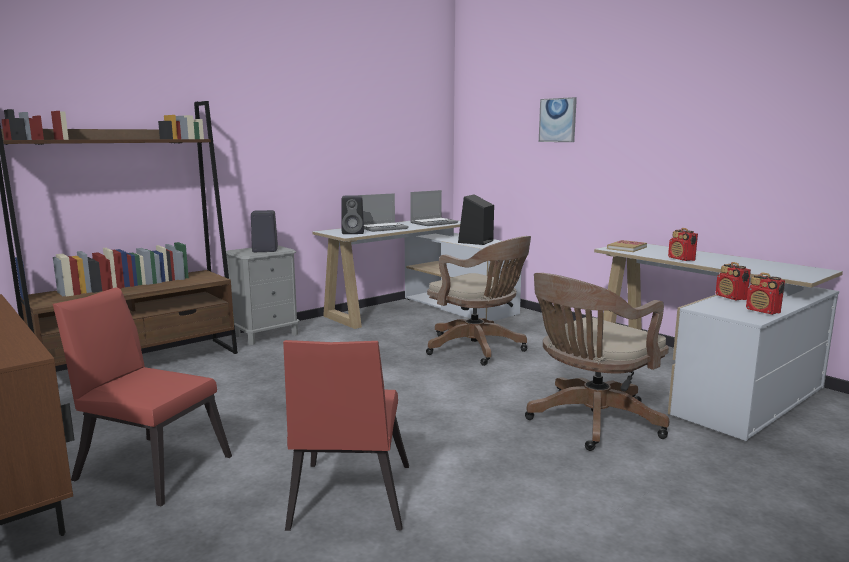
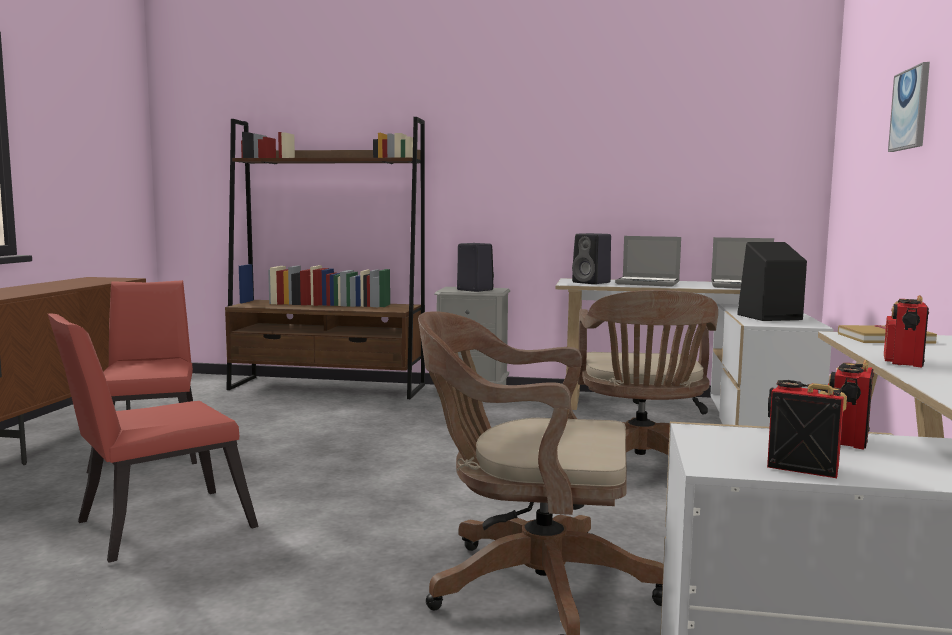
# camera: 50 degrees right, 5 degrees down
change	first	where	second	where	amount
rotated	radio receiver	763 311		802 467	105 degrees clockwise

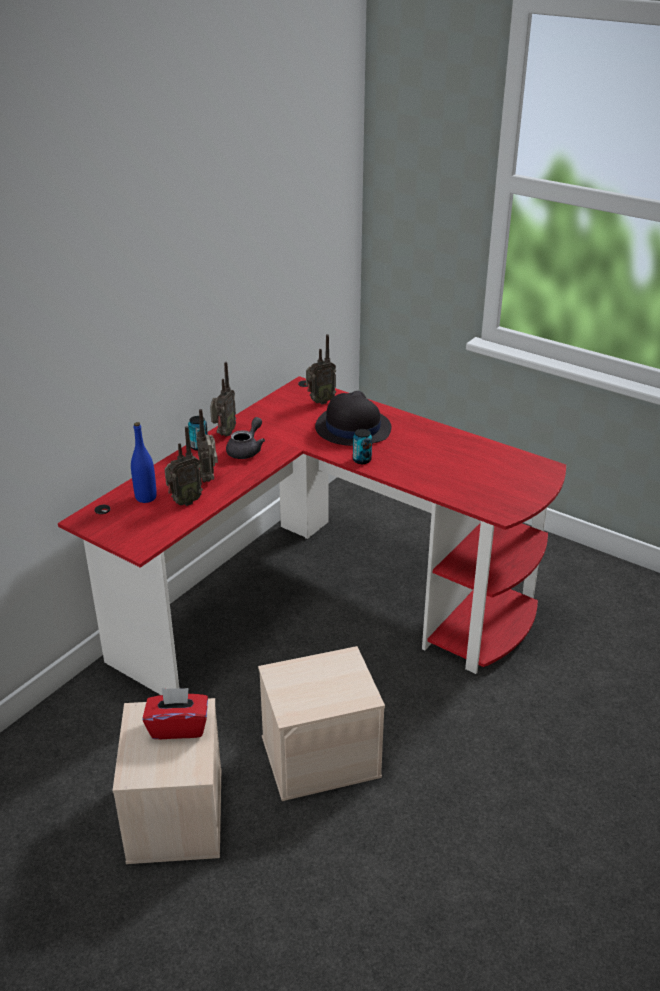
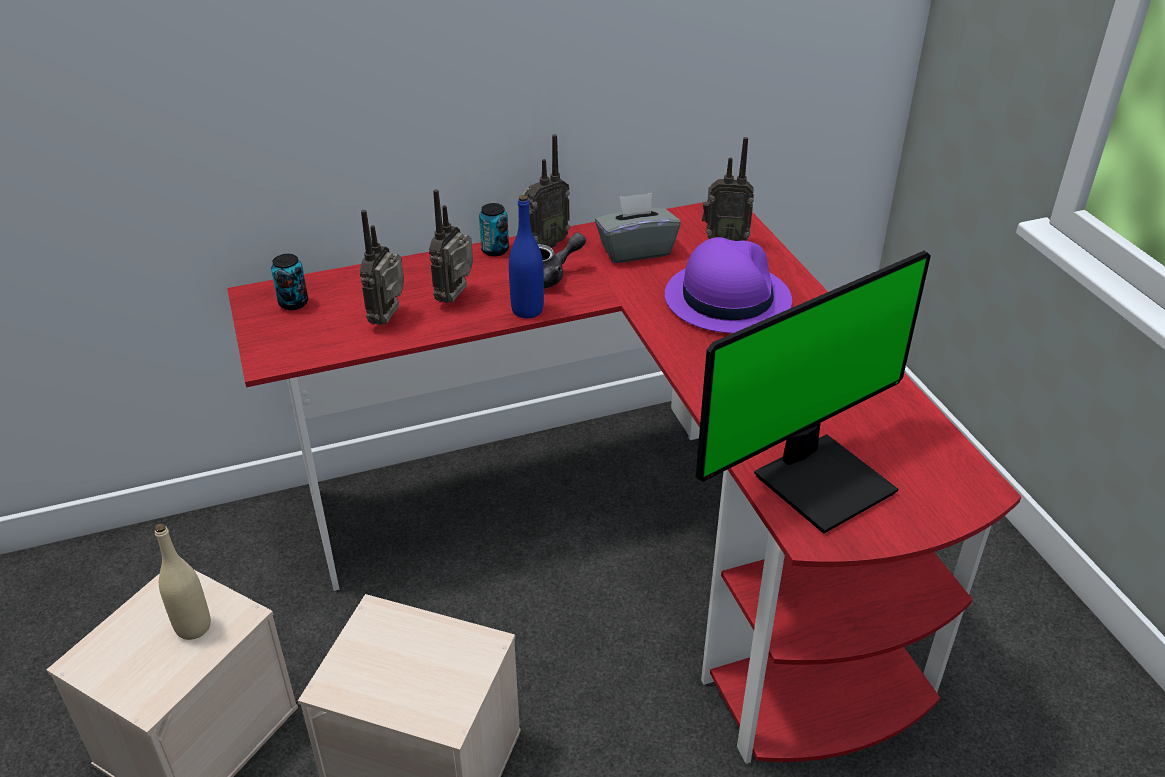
# camera: 35 degrees right, 5 degrees up
change	first	where	second	where	amount
swapped	red-coloured box of tissues	178 727	beige bottle	193 627	
shifted	metal can	362 460		293 303	
rotated	radio receiver	184 502		389 319	105 degrees clockwise
shifted	blue bottle	146 497		527 310	
new			greyish box of tissues	635 250	
repainted	black-coloured hat	352 428	purple hat	726 298	
new			computer display	821 480	

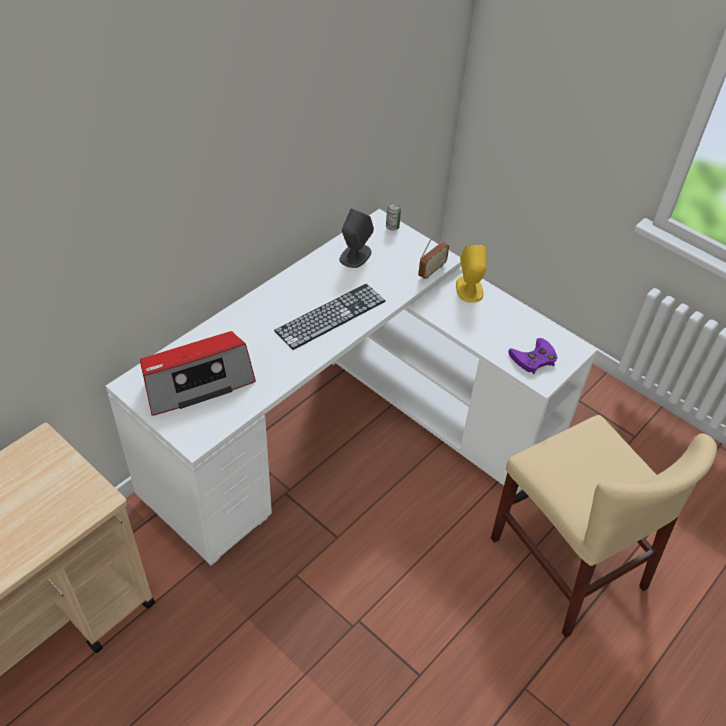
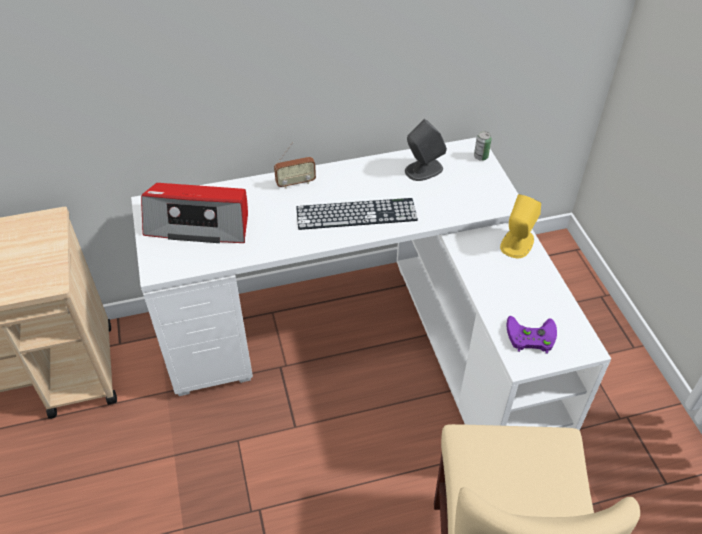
# camera: 35 degrees right, 0 degrees up
change	first	where	second	where	amount
shifted	radio receiver	431 271		295 183	

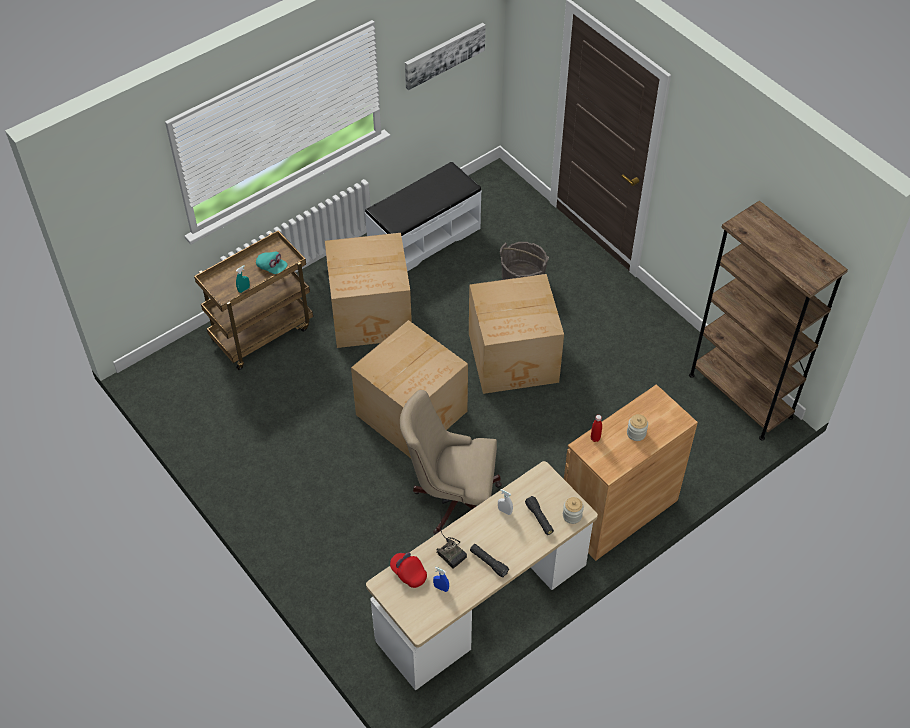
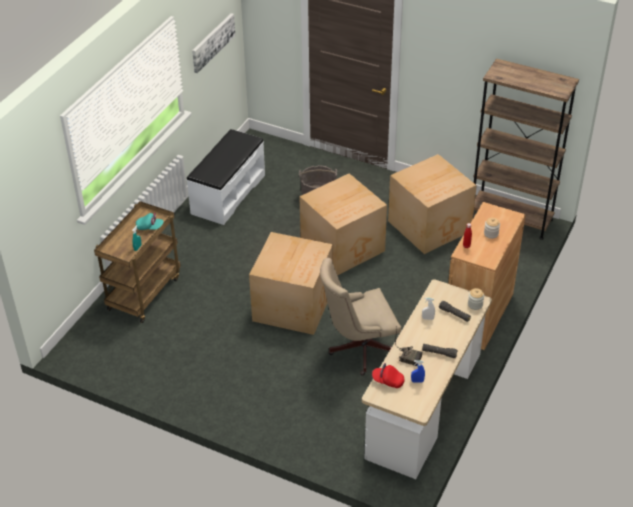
# camera: 25 degrees left, 10 degrees down
change	first	where	second	where	amount
shifted	carton	372 315		430 226	

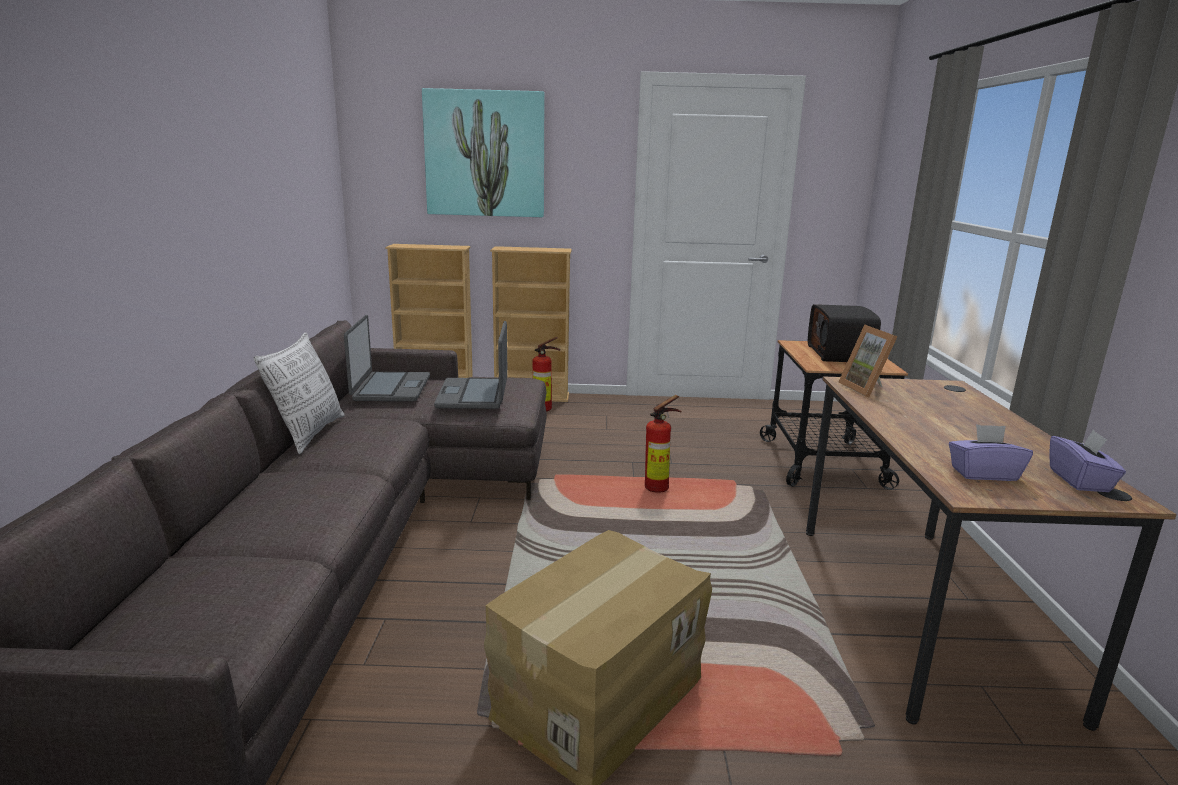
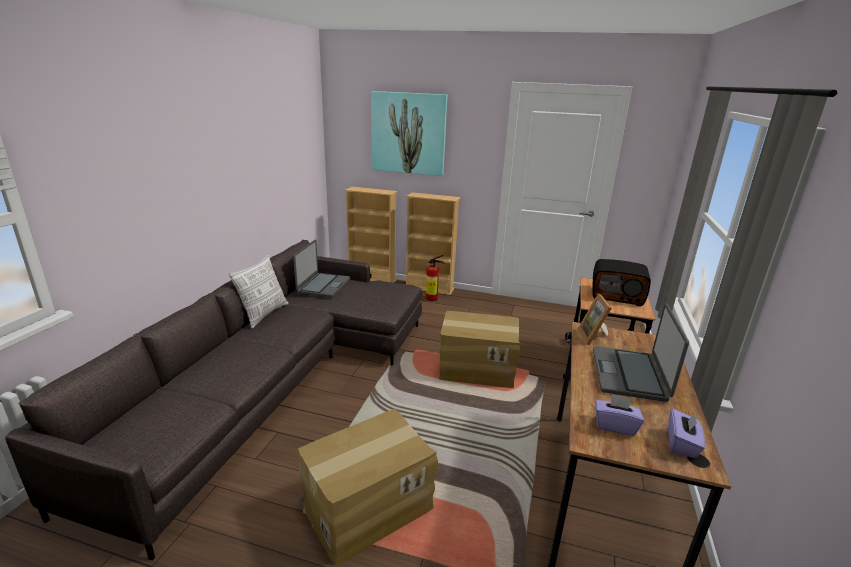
# camera: 15 degrees right, 5 degrees up
change	first	where	second	where	amount
swapped	fire extinguisher	660 488	carton	477 369	
rotated	radio receiver	840 354		617 295	90 degrees counterclockwise
shifted	portable computer	474 395		629 374	

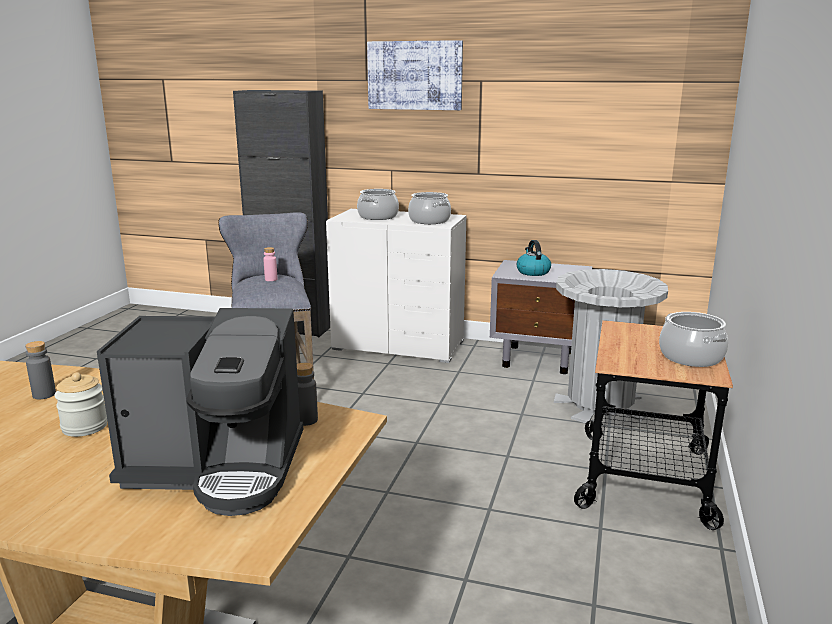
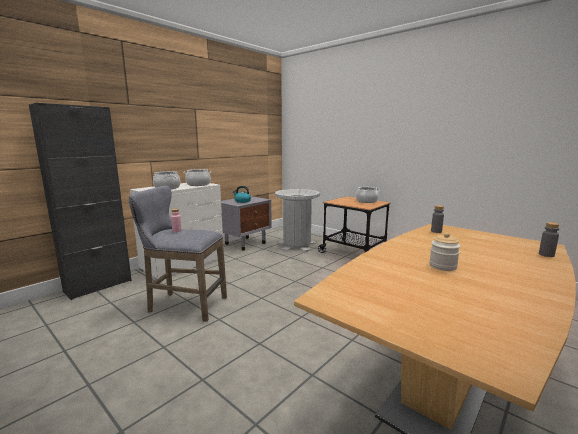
# camera: 65 degrees left, 5 degrees down
change	first	where	second	where	amount
shifted	greyish bottle	44 395		546 255	
gone	coffee machine	218 468			
gone	wall picture	415 75			

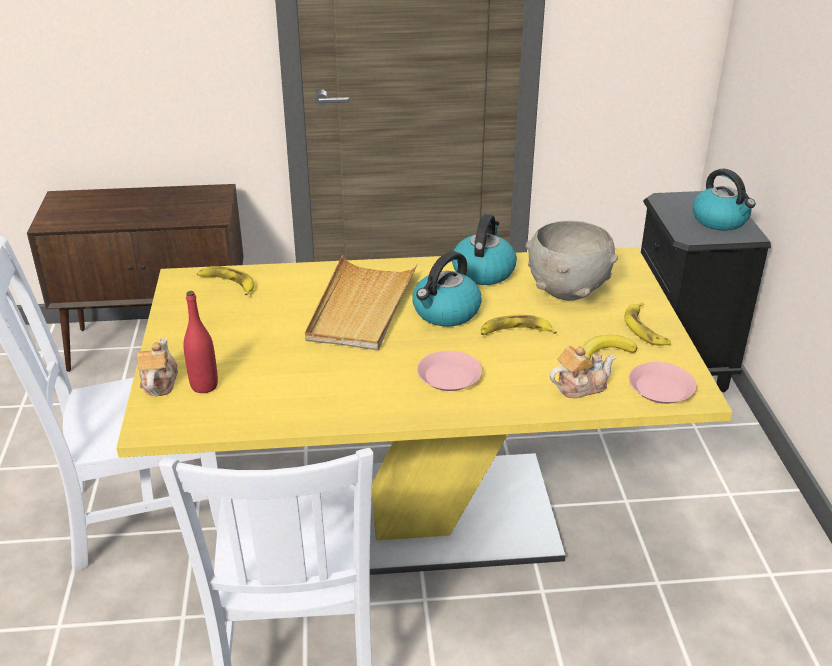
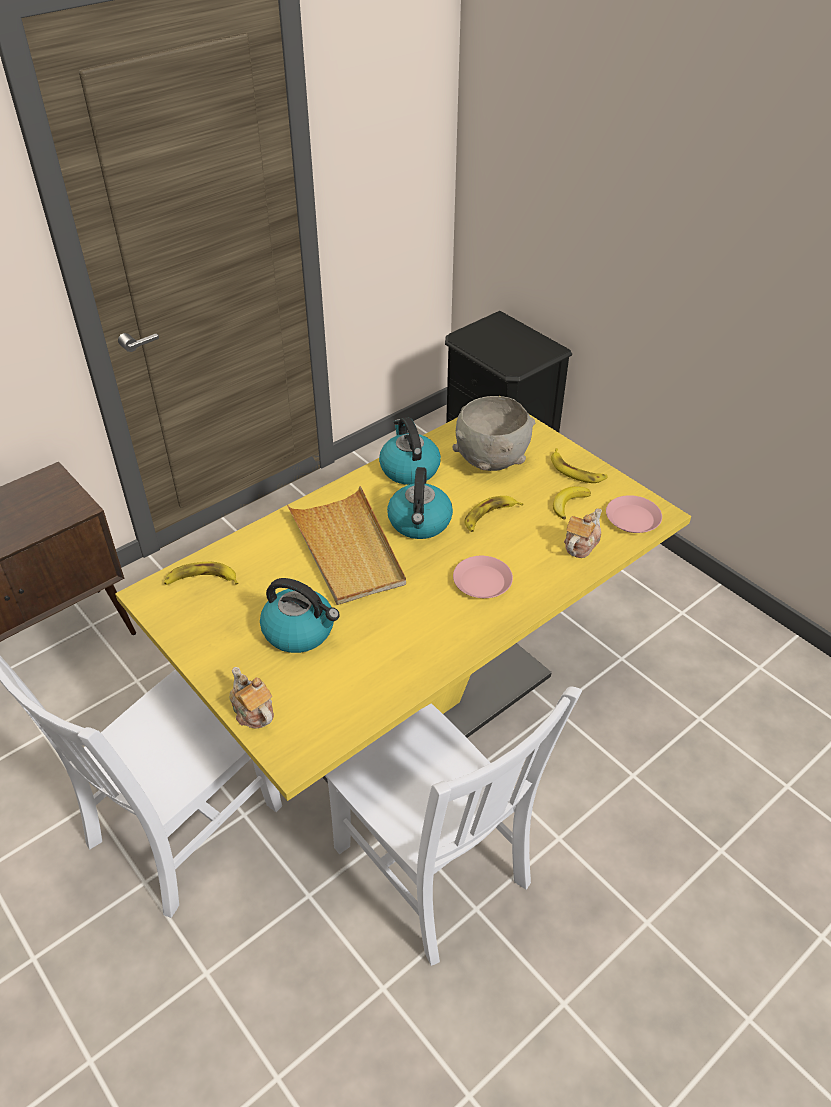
# camera: 35 degrees left, 10 degrees up
change	first	where	second	where	amount
shifted	tea kettle	720 220		300 631	
gone	red-coloured bottle	204 386			

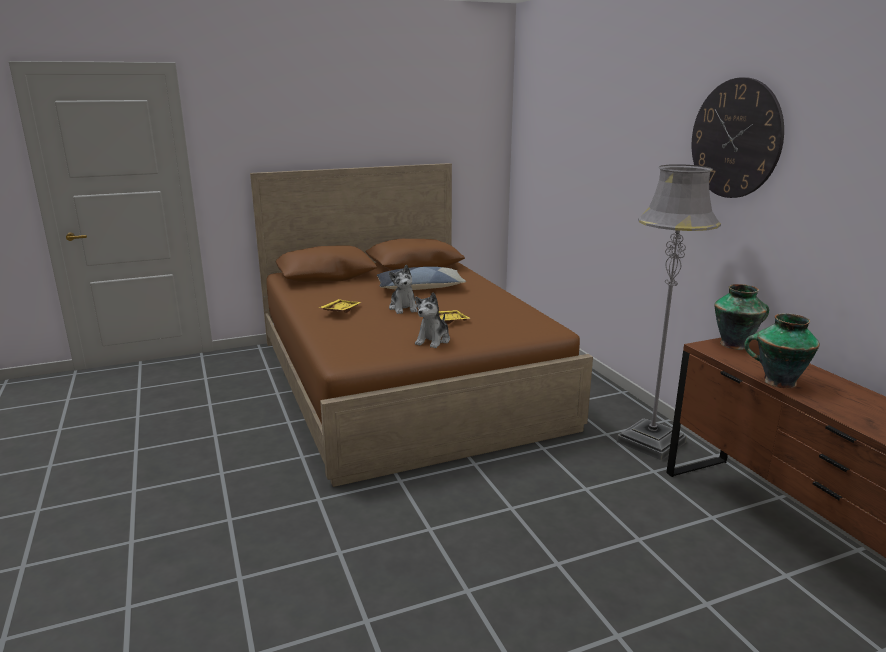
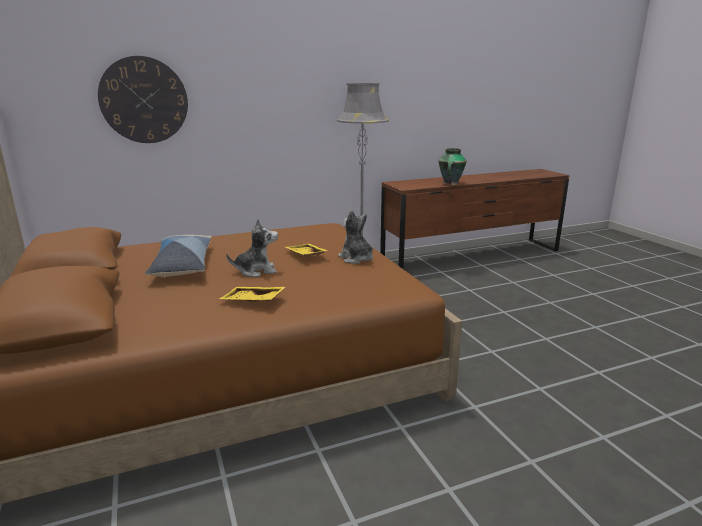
# camera: 90 degrees left, 0 degrees up
change	first	where	second	where	amount
shifted	wall clock	735 139		144 100	
rotated	cuddly toy	433 340		356 259	150 degrees counterclockwise
gone	decorative vase	735 344			

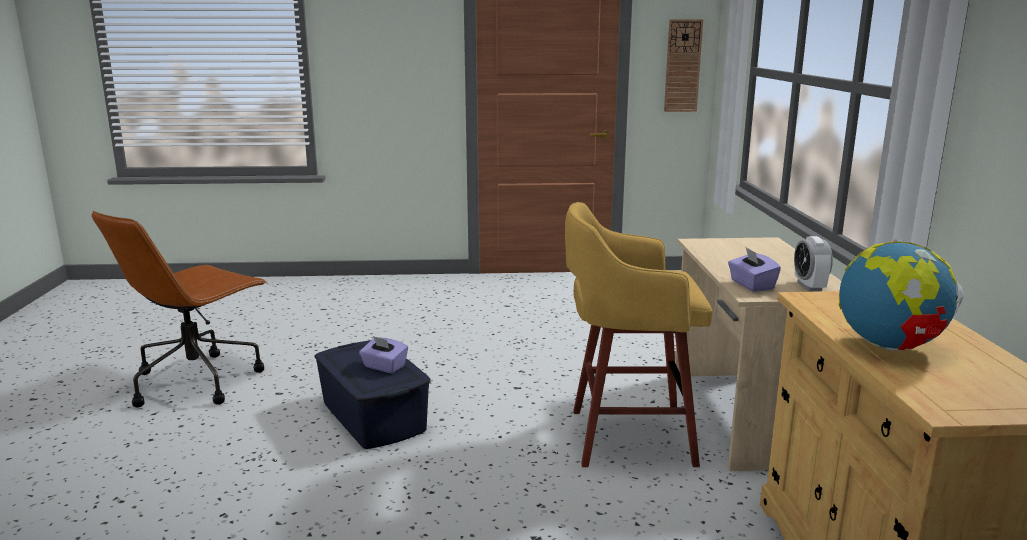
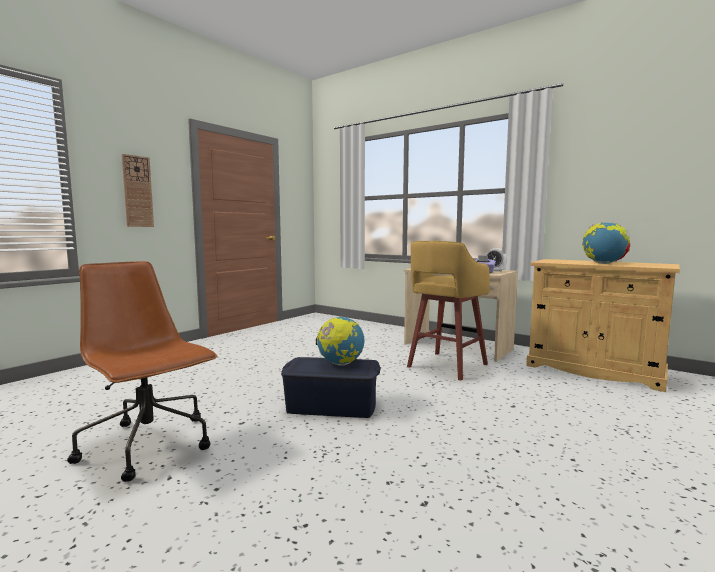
# camera: 50 degrees left, 10 degrees down
change	first	where	second	where	amount
rotated	brown office chair	197 380		149 446	150 degrees clockwise
shifted	wall clock	683 66		137 191	
swapped	purple box of tissues	384 367	globe	340 364	

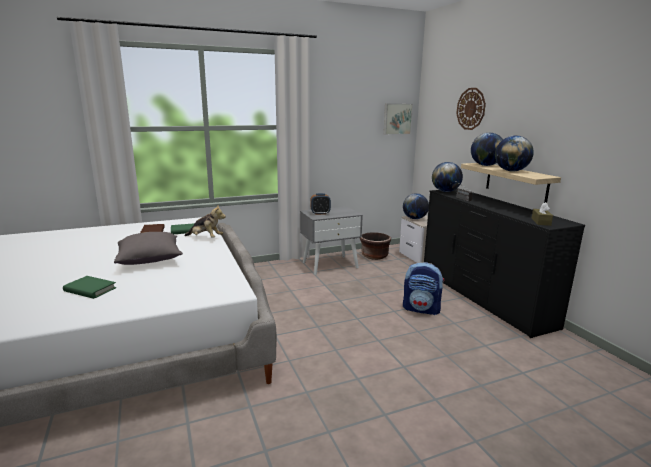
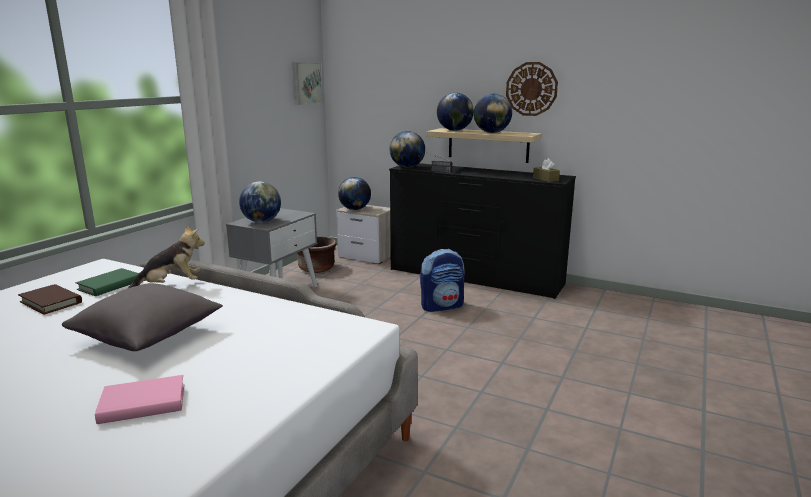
# camera: 40 degrees left, 0 degrees up
change	first	where	second	where	amount
repainted	greenish book	90 290	pink book	143 404	
swapped	bedside clock	320 213	globe	261 221	
shifted	wall clock	471 109		531 89	

